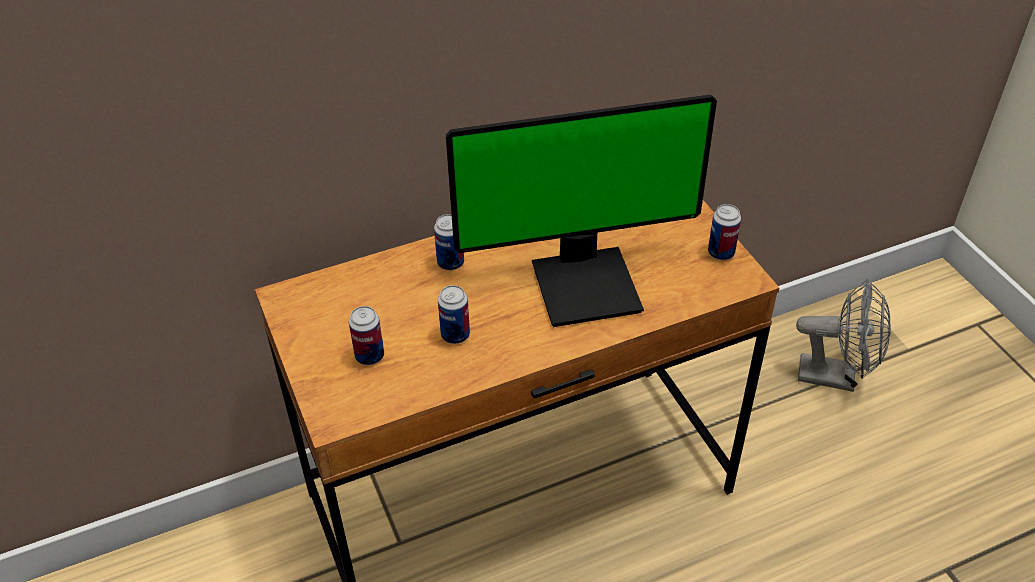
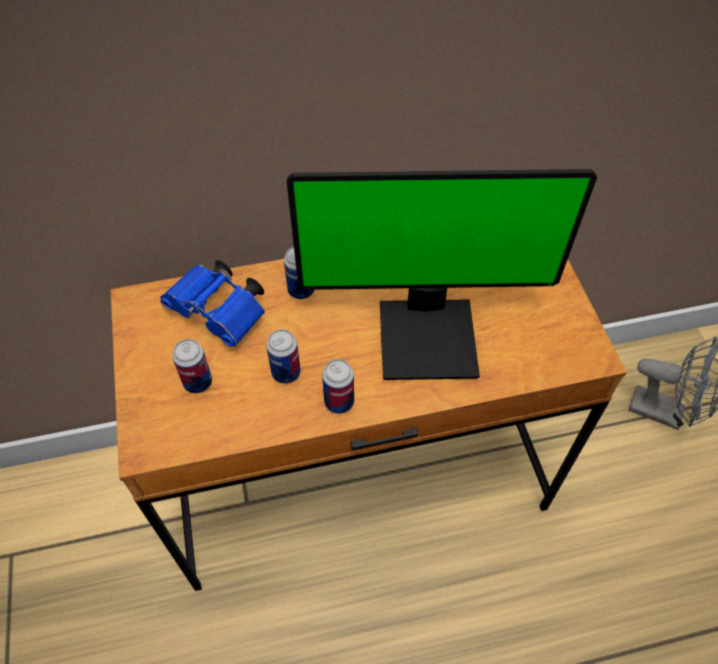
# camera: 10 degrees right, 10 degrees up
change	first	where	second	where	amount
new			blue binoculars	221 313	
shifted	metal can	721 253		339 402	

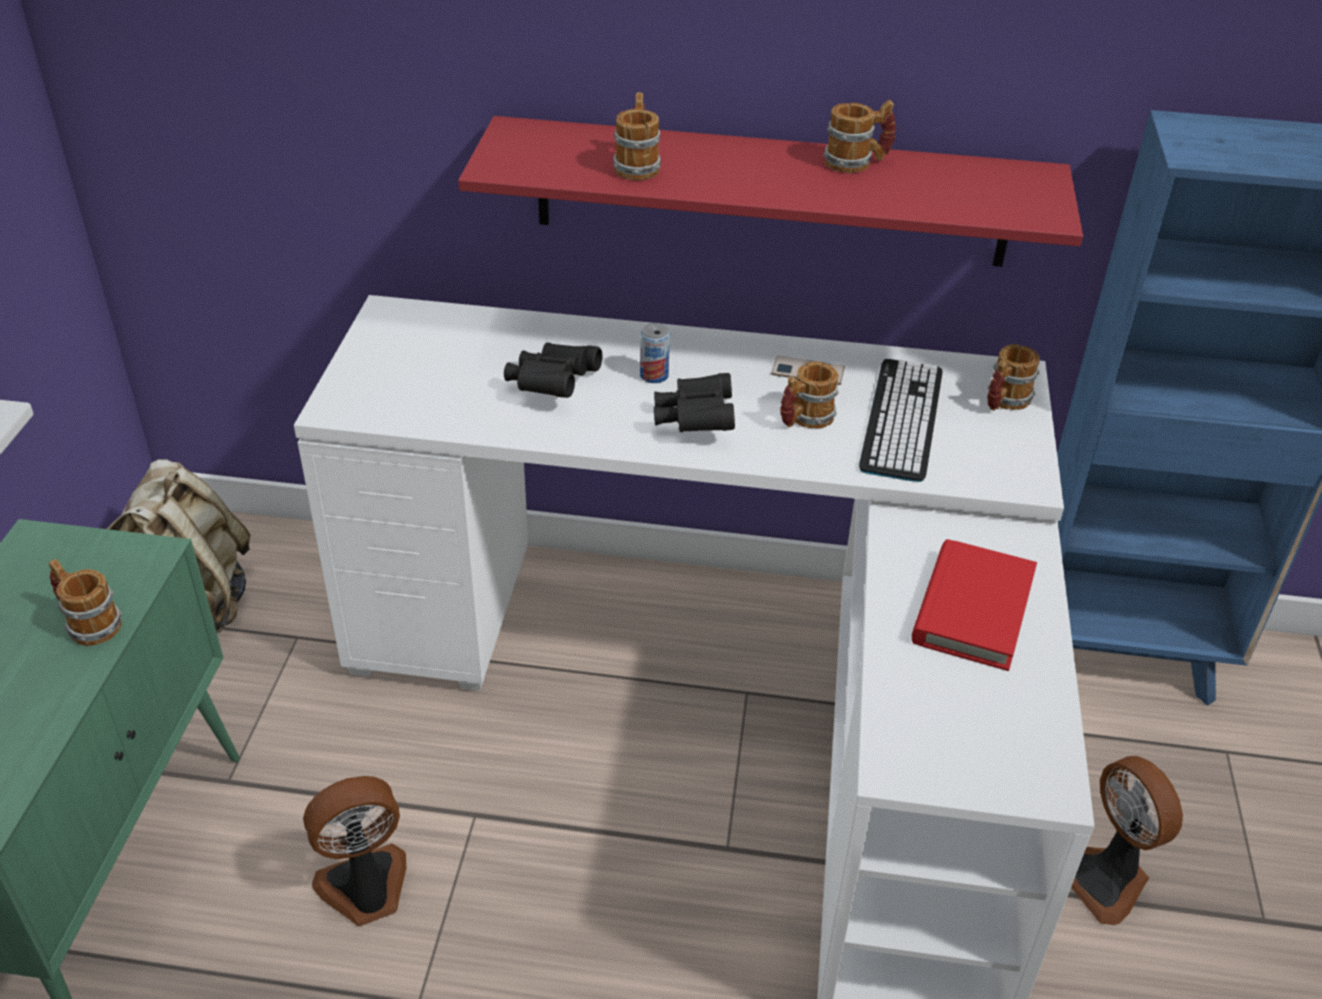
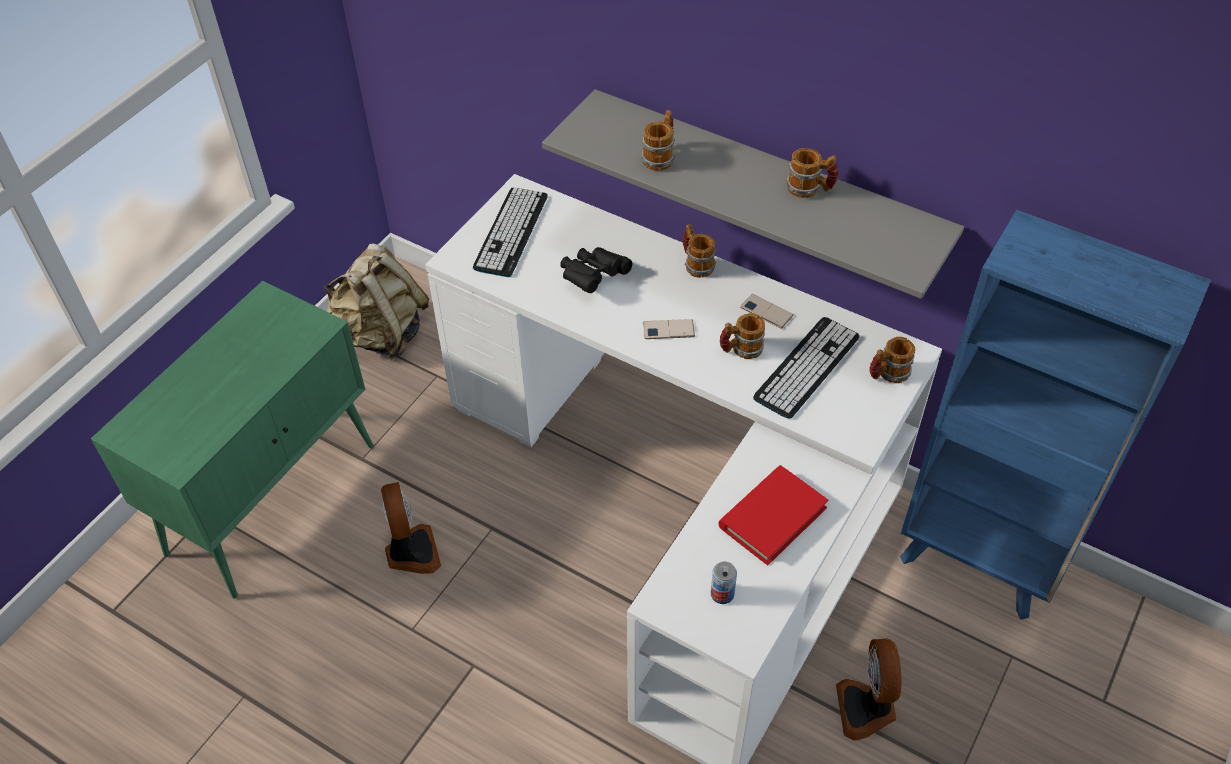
# camera: 25 degrees right, 10 degrees up
change	first	where	second	where	amount
rotated	cooling fan	366 889		411 552	75 degrees clockwise
new			computer keyboard	511 232	
repainted	red-coloured shelf	771 192	greyish shelf	765 185	
swapped	black-coloured binoculars	695 420	telephone	668 329	
shifted	tea mug	88 623		696 263	
shifted	metal can	654 375		722 594	

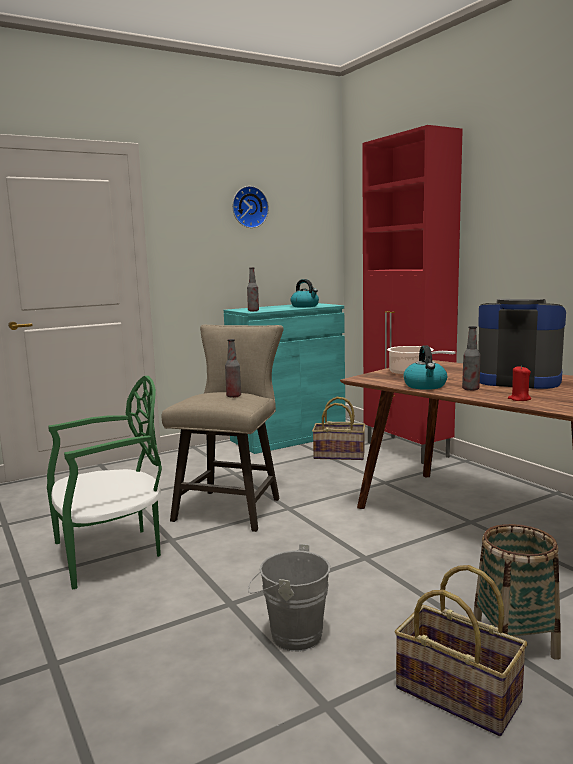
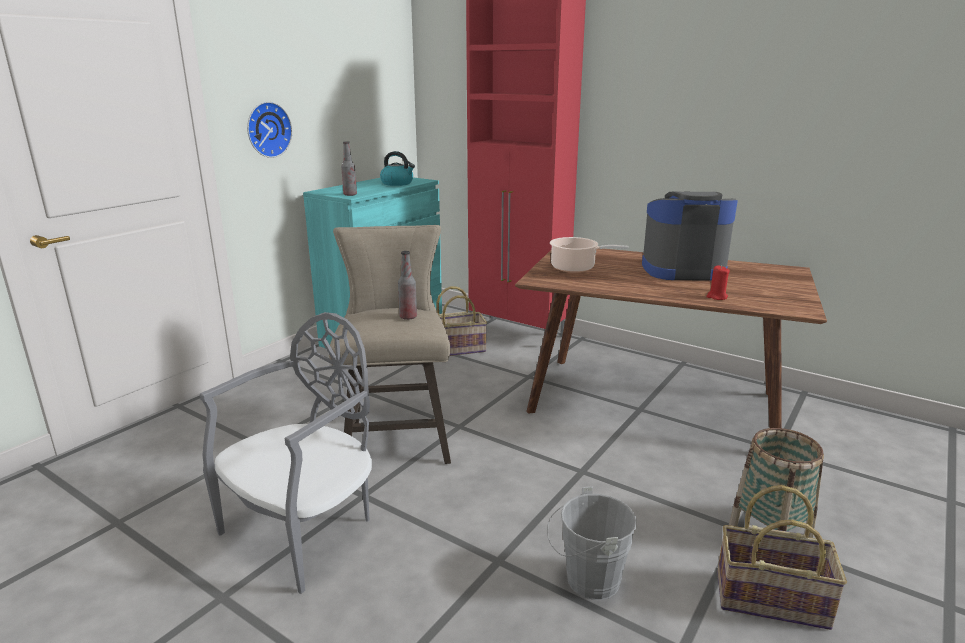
# camera: 25 degrees left, 10 degrees up
change	first	where	second	where	amount
repainted	greenish plain chair	111 553	greyish plain chair	305 530	
shifted	wall clock	249 207		267 129	
gone	tea kettle	425 386			
gone	bottle	470 389			

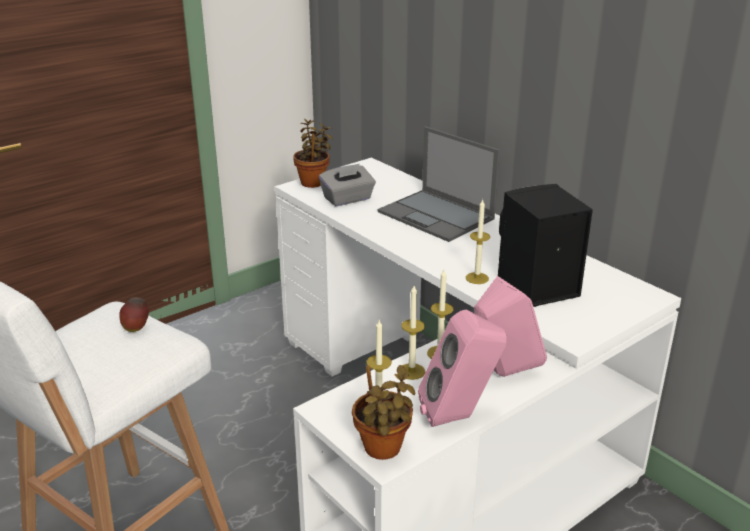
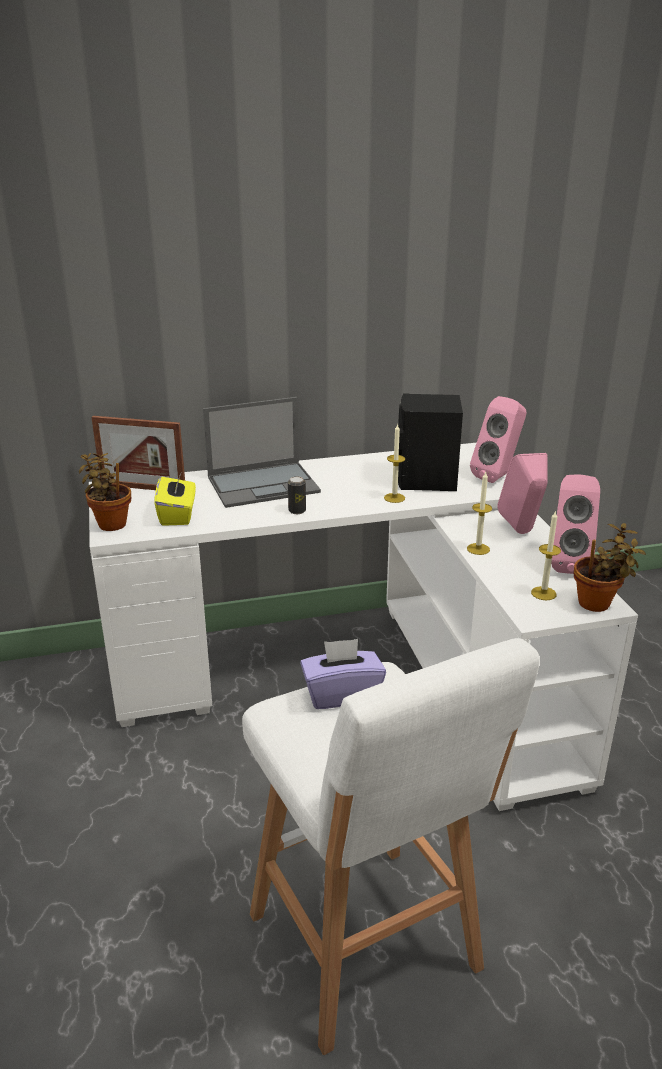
# camera: 65 degrees left, 0 degrees up
change	first	where	second	where	amount
new			picture frame	143 488	
repainted	greyish box of tissues	347 199	yellowish box of tissues	177 515	
new			metal can	297 511	
swapped	whole apple	136 329	purple box of tissues	341 694	
new			pink audio speaker	498 476	
gone	wax light	411 371			

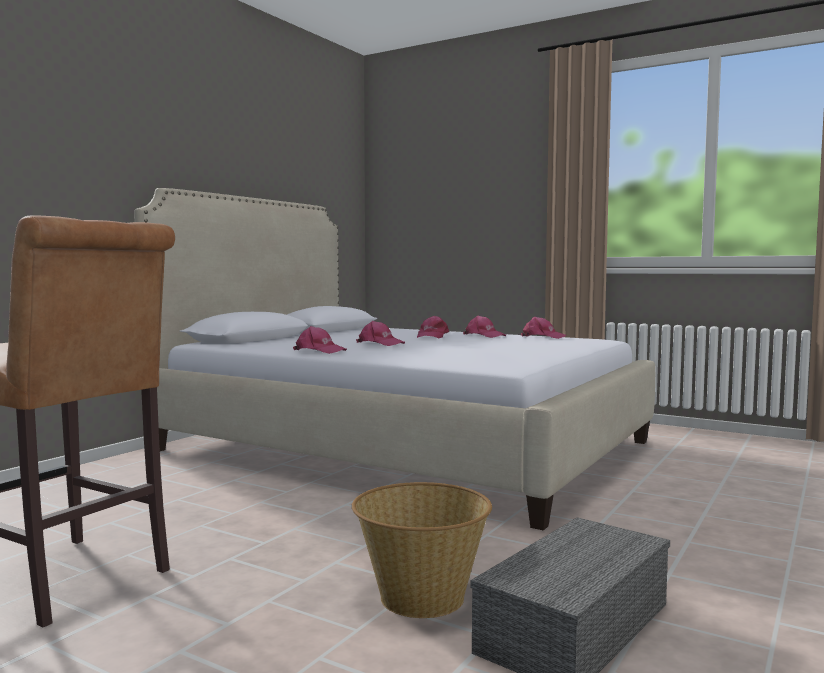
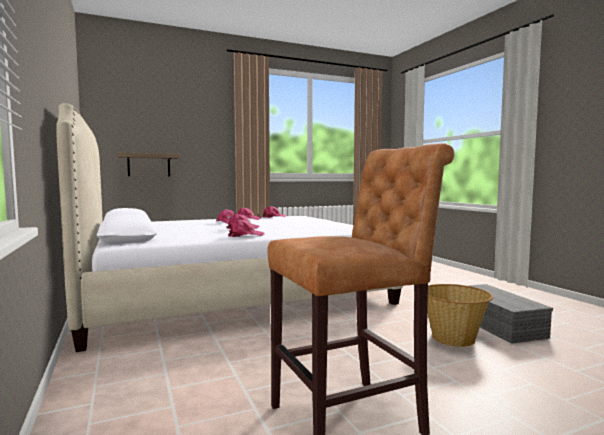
# camera: 55 degrees left, 0 degrees up
change	first	where	second	where	amount
new			shelf	149 165	

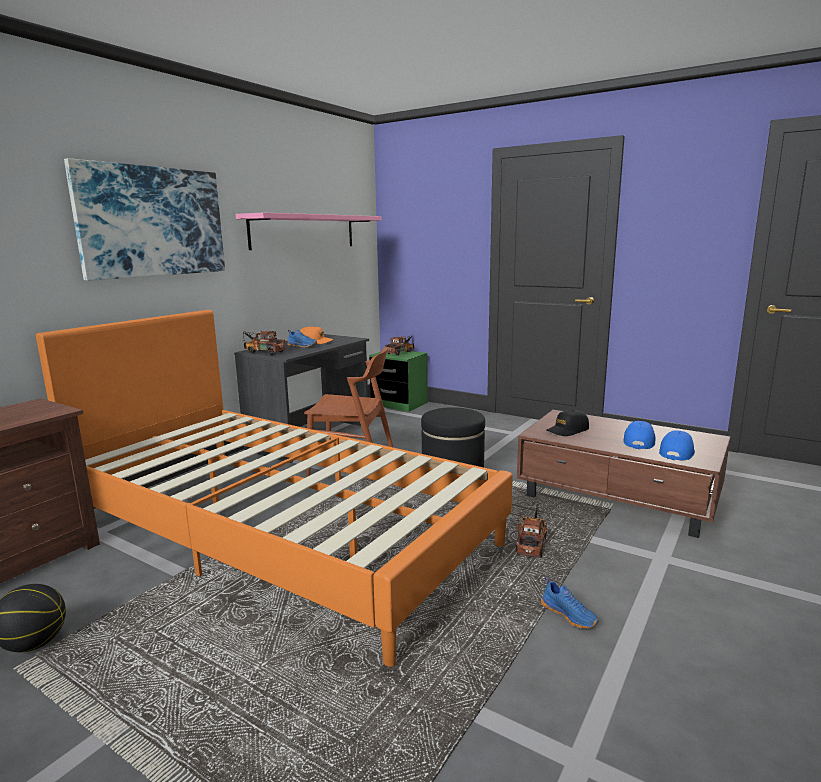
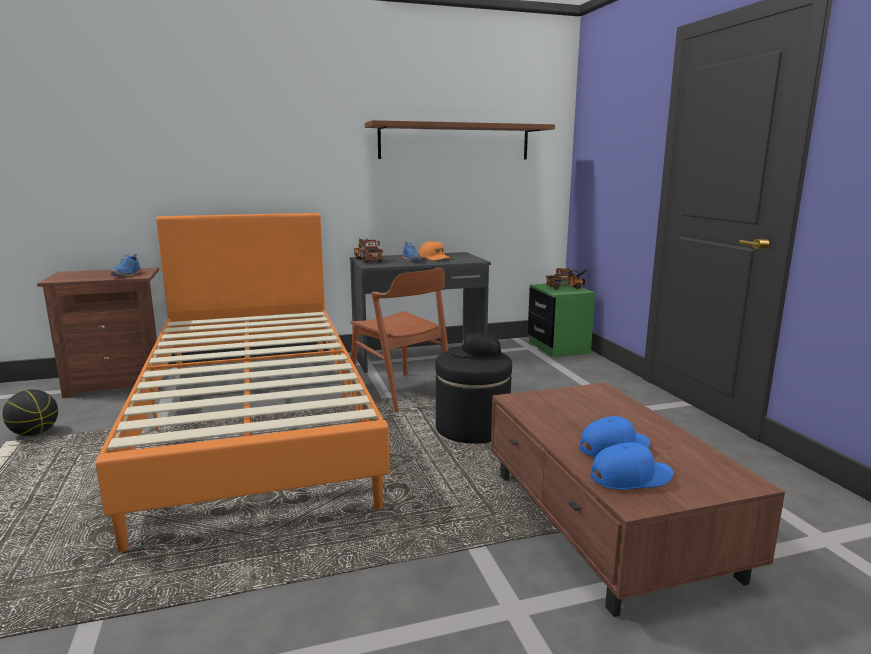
# camera: 40 degrees right, 0 degrees up
change	first	where	second	where	amount
shifted	blue shoe	569 615		127 275	
repainted	pink shelf	304 231	brown shelf	455 142	
shifted	black-coloured cap	567 430		474 354	
gone	wall picture	152 222			
gone	toy truck	532 543			

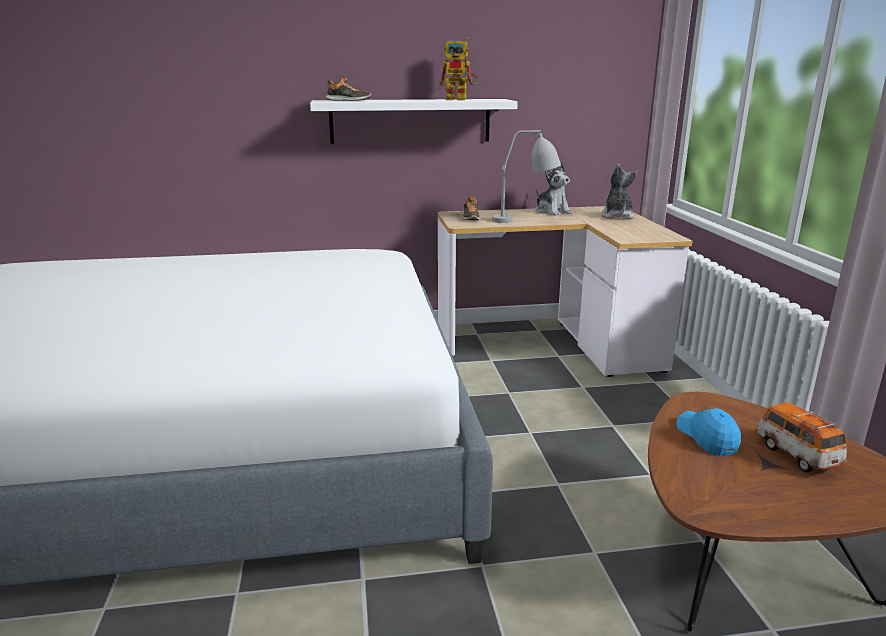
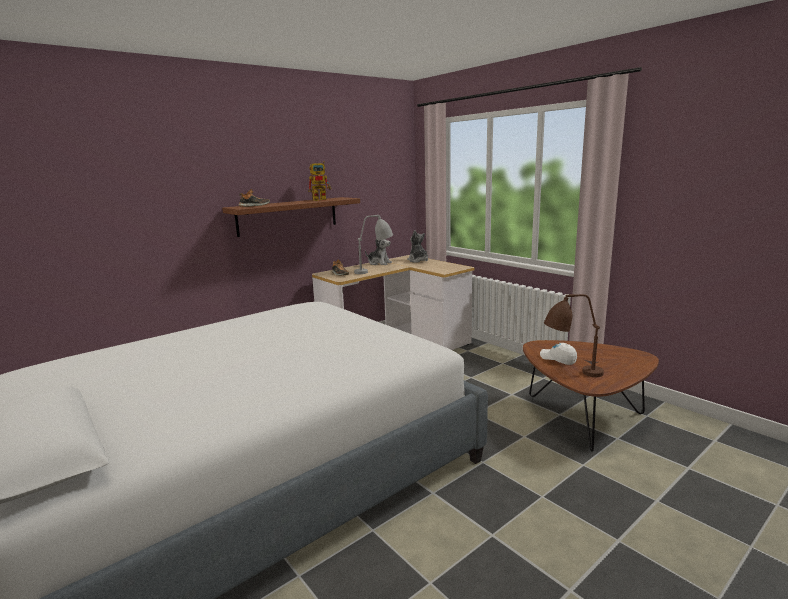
# camera: 30 degrees left, 5 degrees down
change	first	where	second	where	amount
repainted	whitish shelf	410 121	brown shelf	288 216	
repainted	blue cap	707 437	whitish cap	558 359	
new			brown table lamp	570 372	
gone	miniature car	796 455			

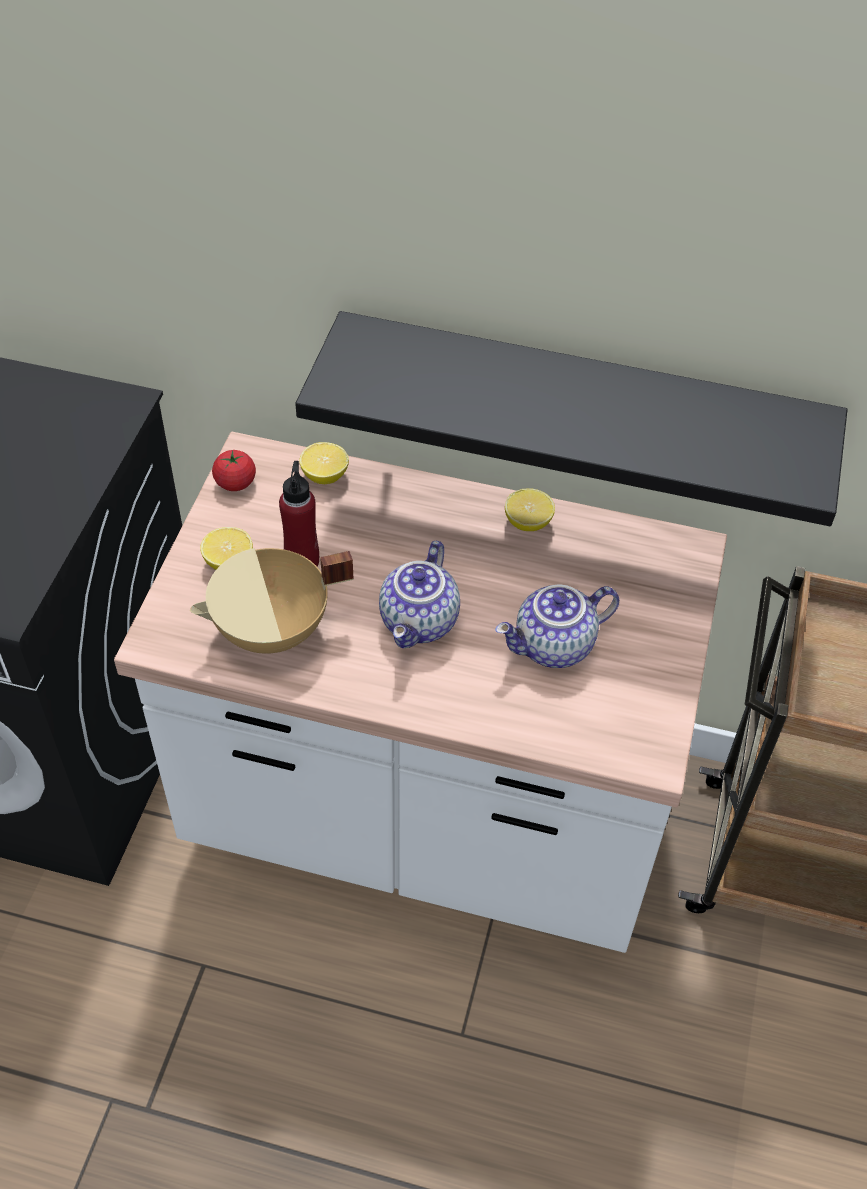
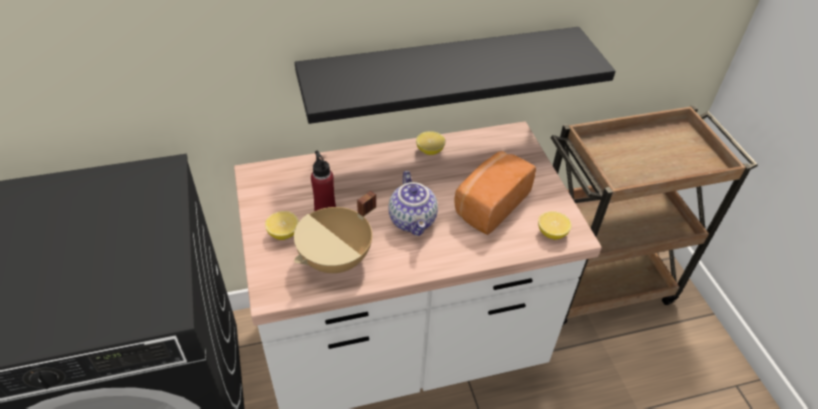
# camera: 30 degrees left, 5 degrees down
change	first	where	second	where	amount
swapped	pot for tea	554 647	bread	489 204	
shifted	lemon	324 475		551 233	
gone	tomato	235 483			

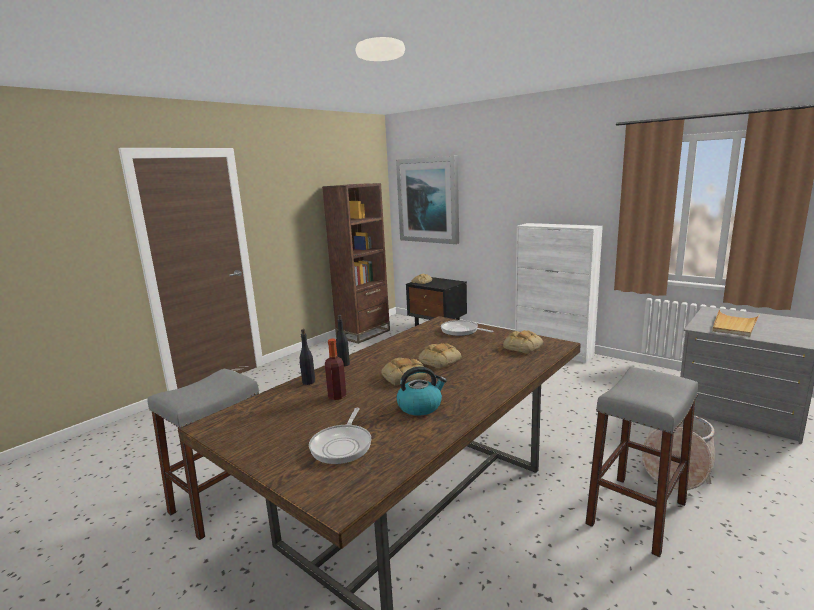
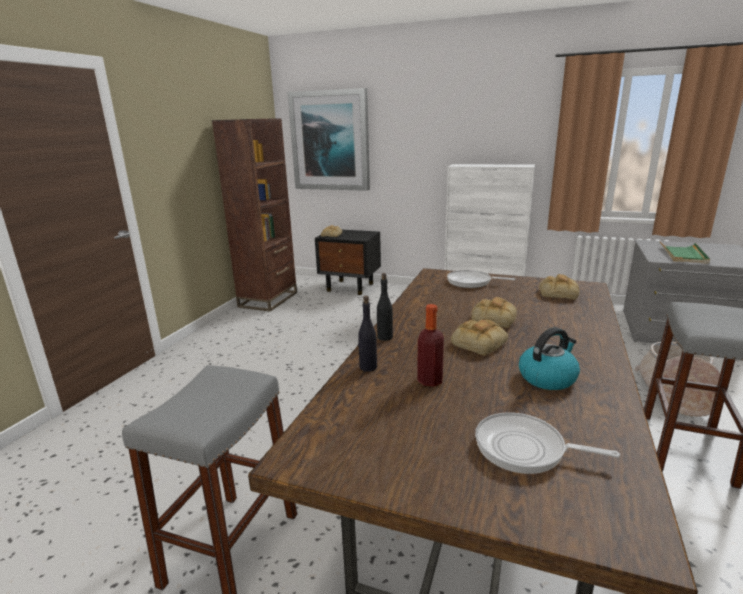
# camera: 20 degrees left, 5 degrees up
change	first	where	second	where	amount
rotated	frying pan	342 445		525 449	120 degrees clockwise
repainted	beige tray	734 325	greenish tray	683 254	

